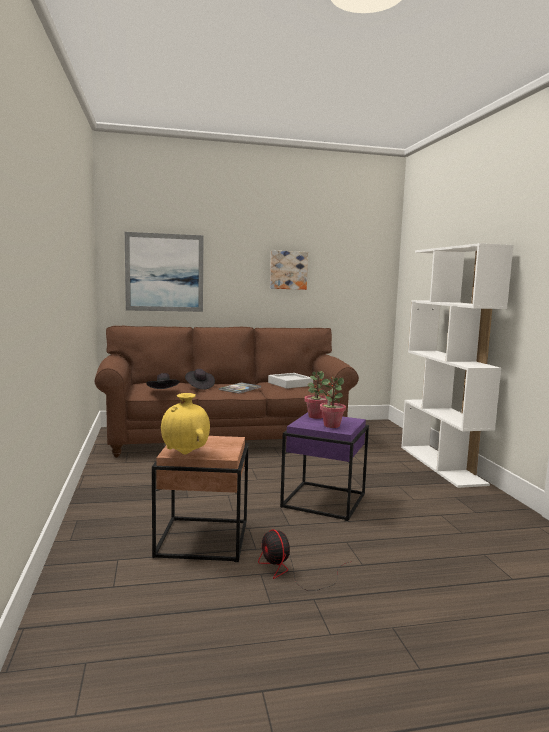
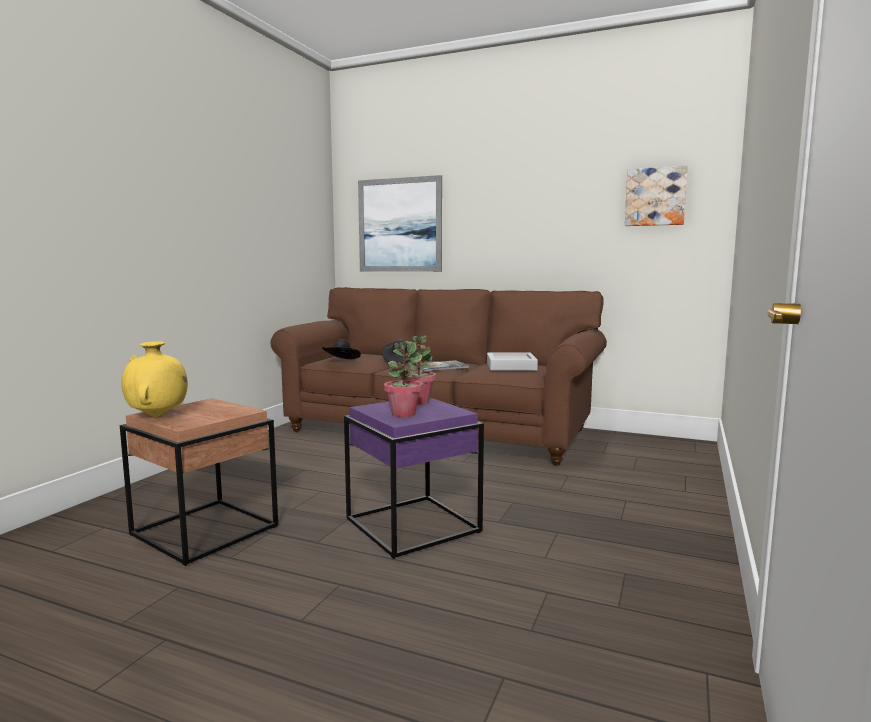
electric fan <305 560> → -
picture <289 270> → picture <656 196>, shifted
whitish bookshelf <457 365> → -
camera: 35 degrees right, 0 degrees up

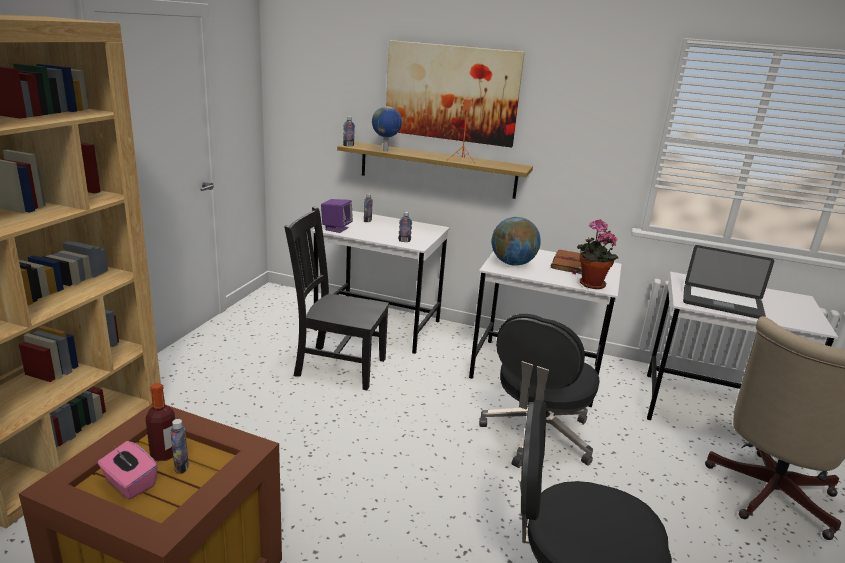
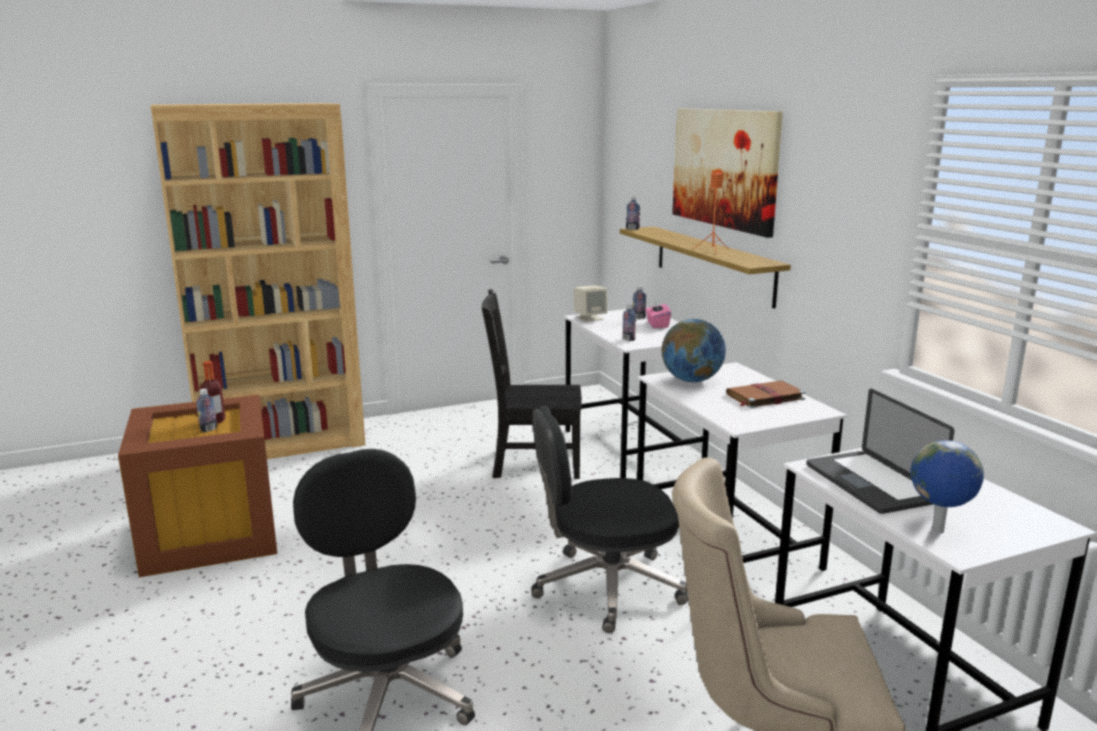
pink-coloured tissue holder <127 470> → pink-coloured tissue holder <658 314>, shifted
black-coloured chair <337 298> → black-coloured chair <531 384>, 60 degrees counterclockwise
purple-coloured loudspeaker <337 216> → sand-coloured loudspeaker <590 303>
desk globe <387 129> → desk globe <947 487>, shifted
plant in a pot <598 254> → -
camera: 50 degrees right, 5 degrees down

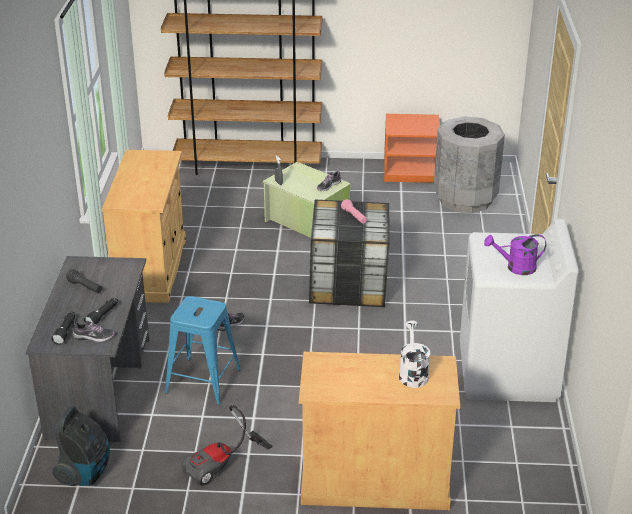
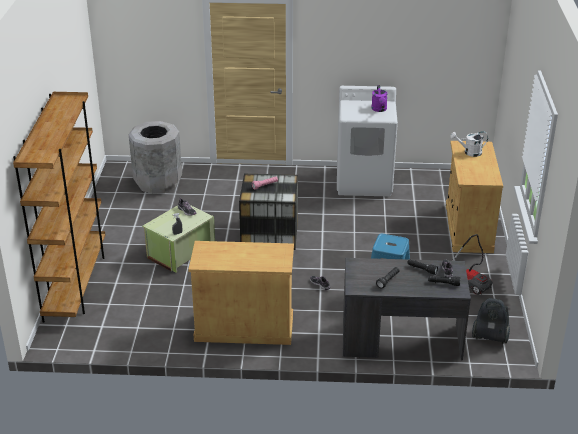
orange nightstand <412 148> → -
camera: 90 degrees left, 0 degrees up

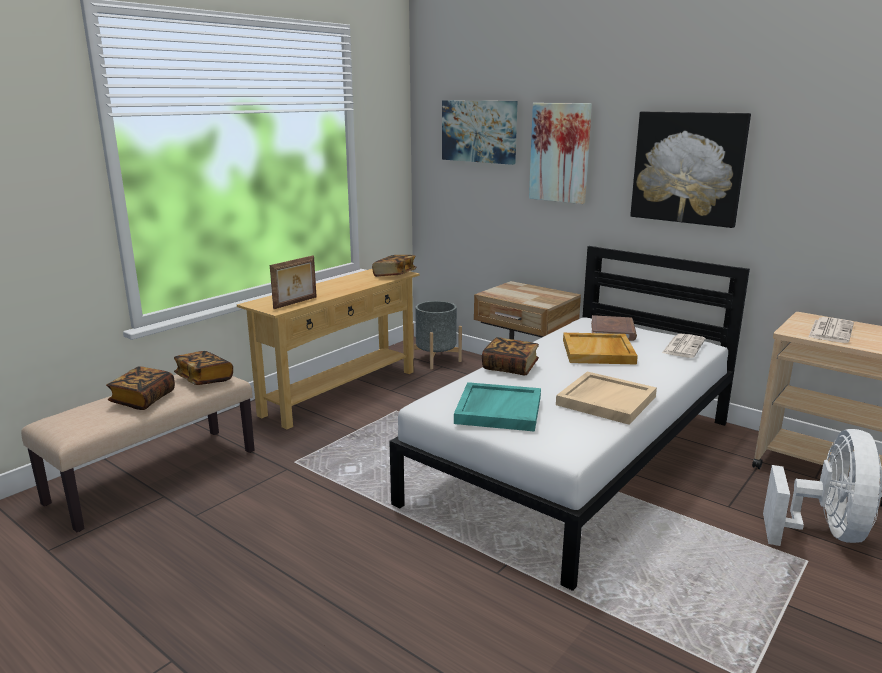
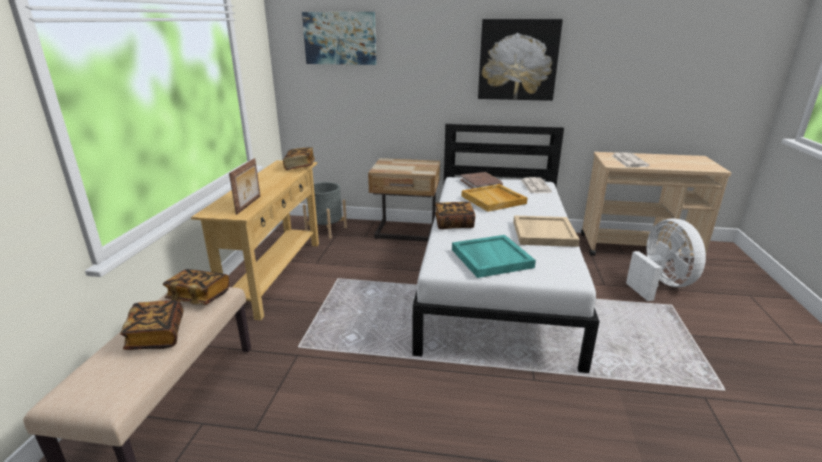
picture <560 153> → -
camera: 30 degrees left, 5 degrees up

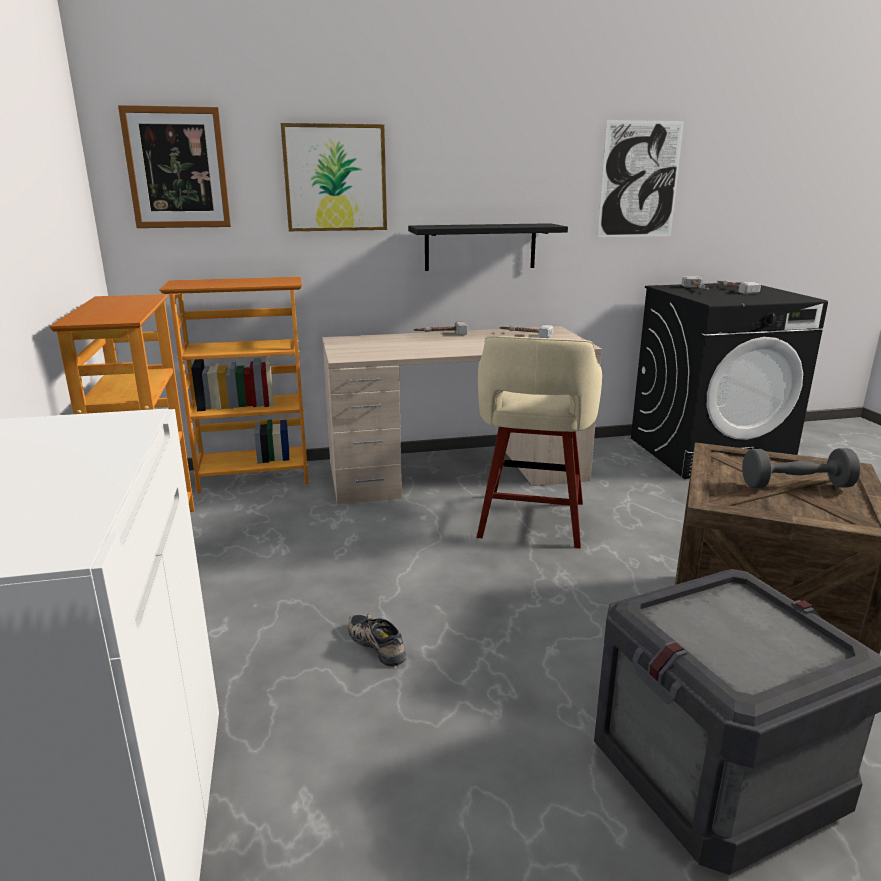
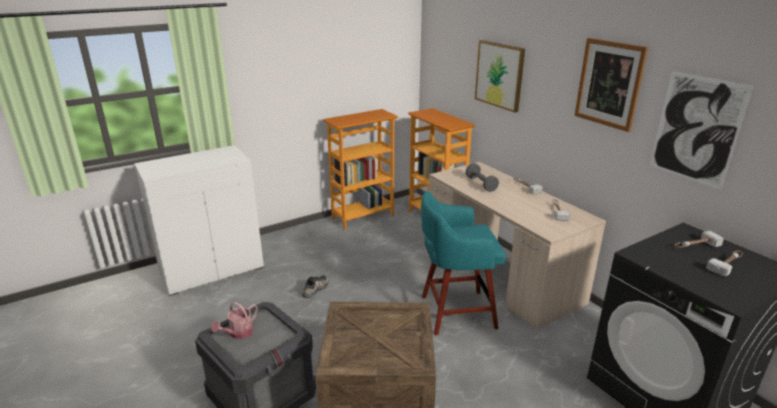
picture <174 166> → picture <611 85>, shifted
black-coloured bracket shelf <488 247> → -
sand-coloured stool <539 442> → turquoise-coloured stool <463 263>
greyish free weight <801 468> → greyish free weight <482 177>, shifted
- → sprinkling can <234 320>
camera: 70 degrees right, 5 degrees up

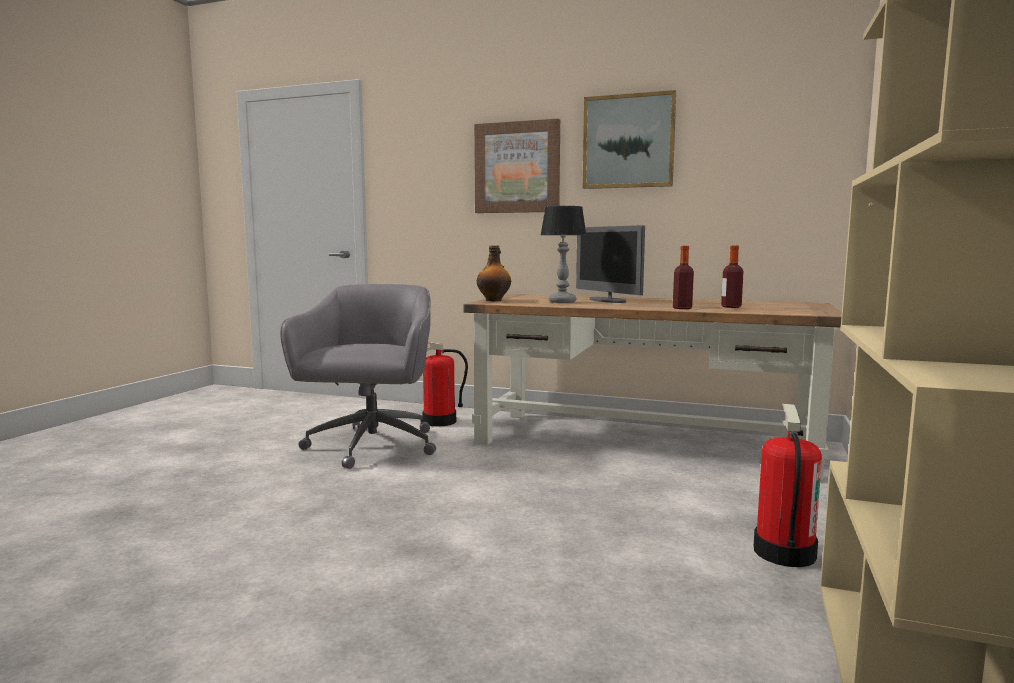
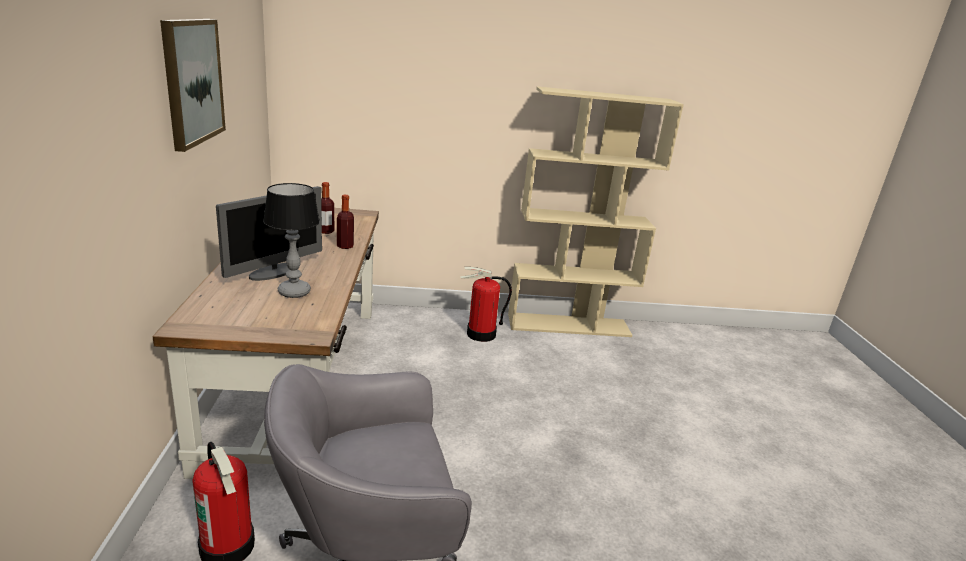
picture <517 166> → -
drink bottle <494 273> → -
camera: 115 degrees left, 15 degrees up

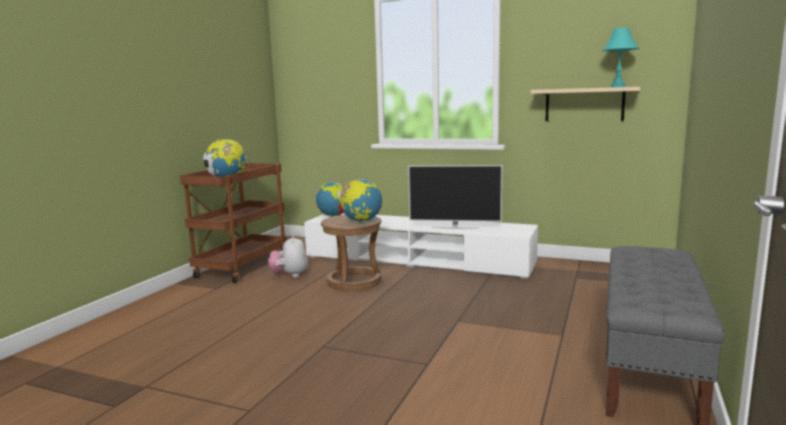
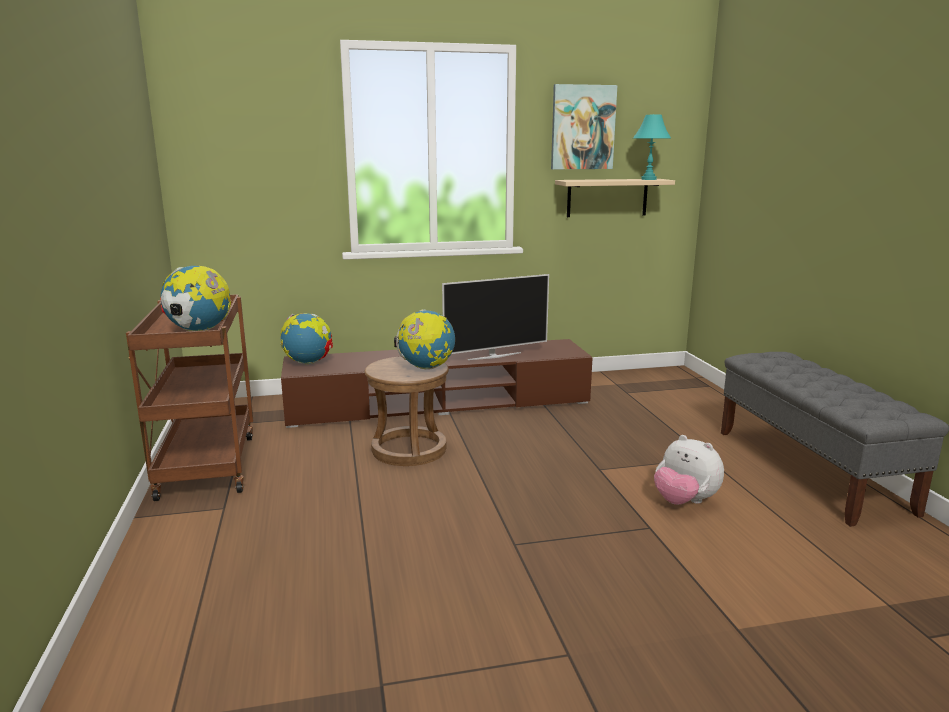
soft toy <288 256> → soft toy <689 470>, shifted
whitish tv stand <421 246> → brownish tv stand <437 383>
- → picture <584 126>
camera: 35 degrees left, 5 degrees up

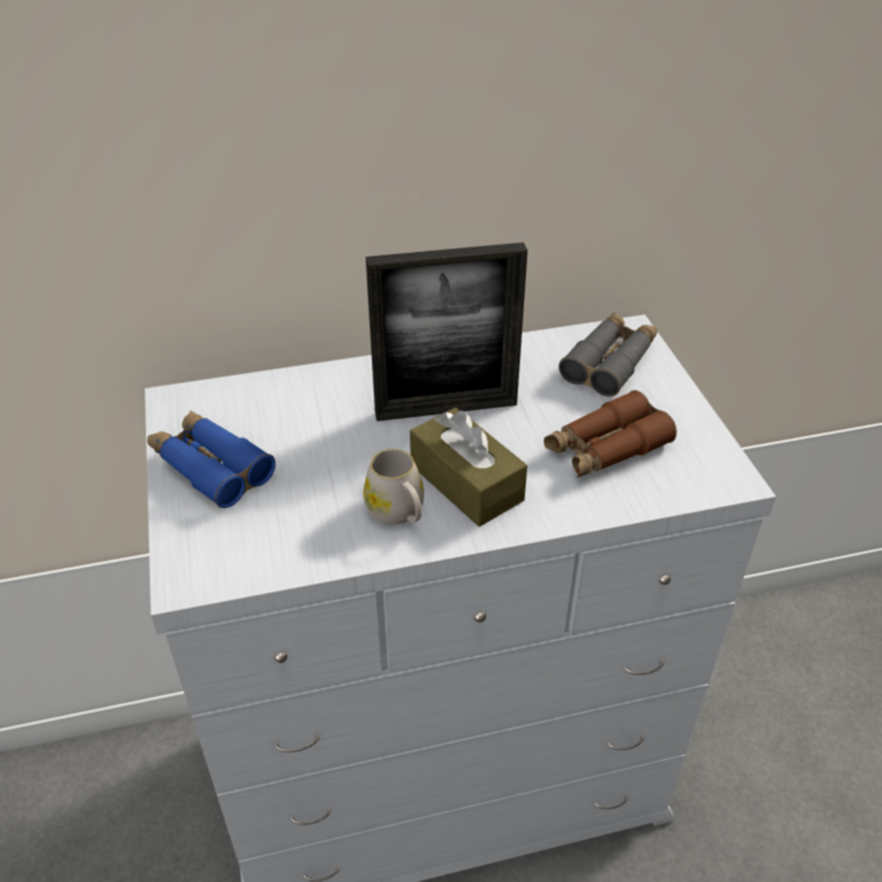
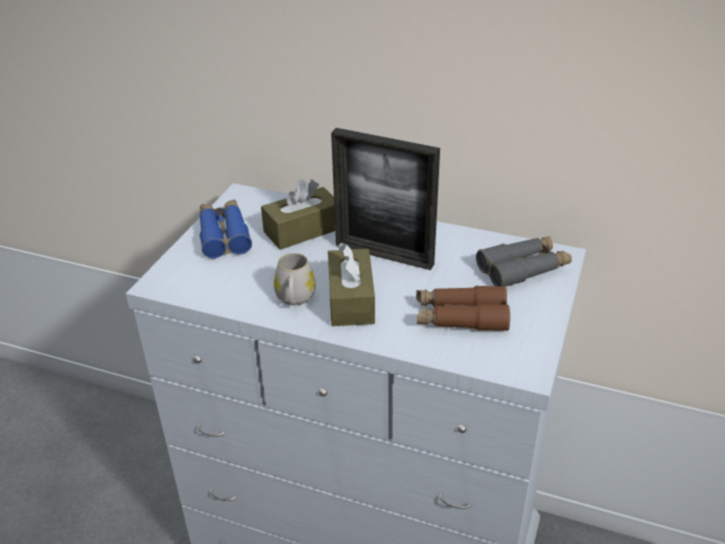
- → brownish tissue holder <298 214>
camera: 35 degrees right, 5 degrees down

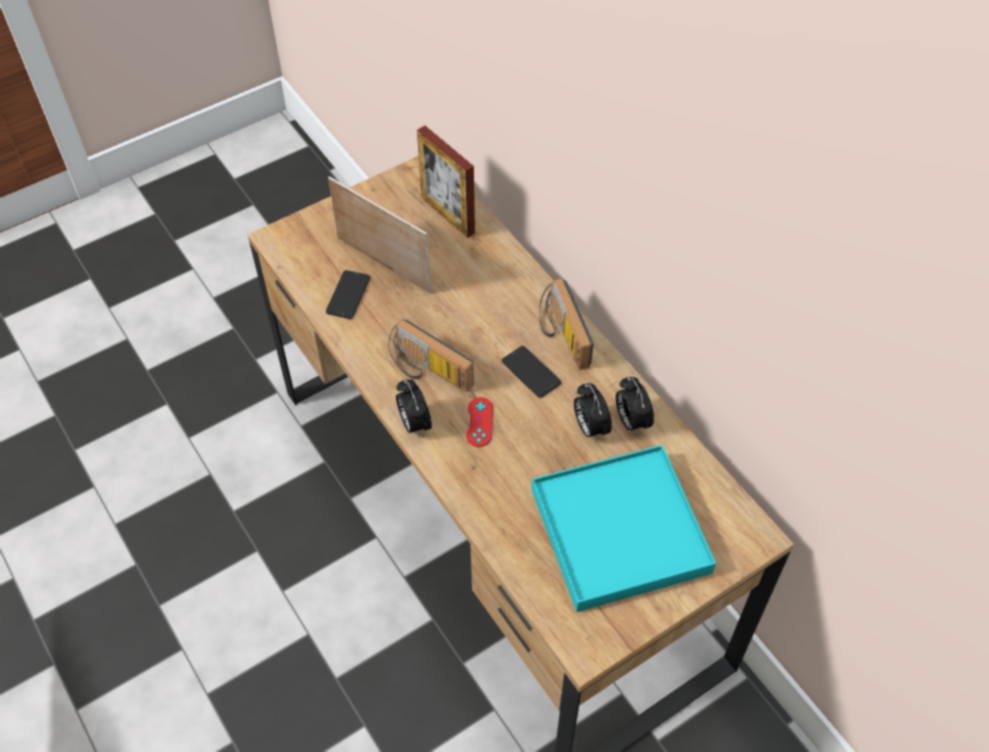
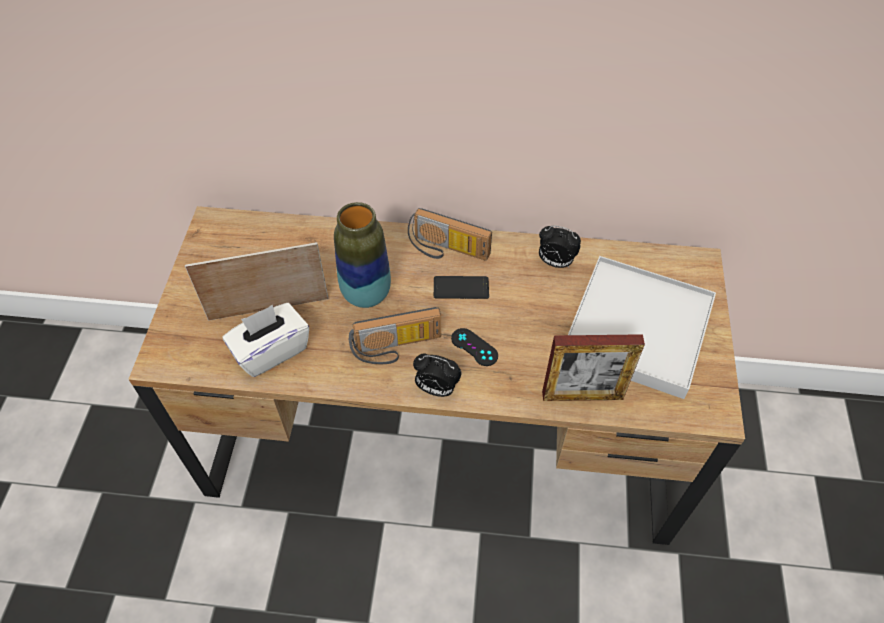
phone <348 294> → whitish tissue holder <266 340>
photo frame <446 182> → photo frame <593 367>, shifted
red game controller <479 422> → black-coloured game controller <474 347>
turquoise-coloured serving tray <624 528> → whitish serving tray <642 327>
table clock <593 412> → -
- → decorative vase <362 255>
camera: 50 degrees left, 0 degrees up

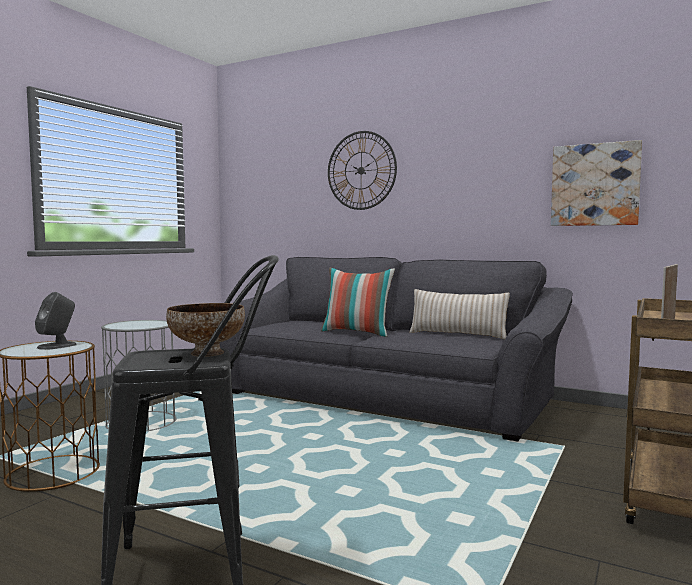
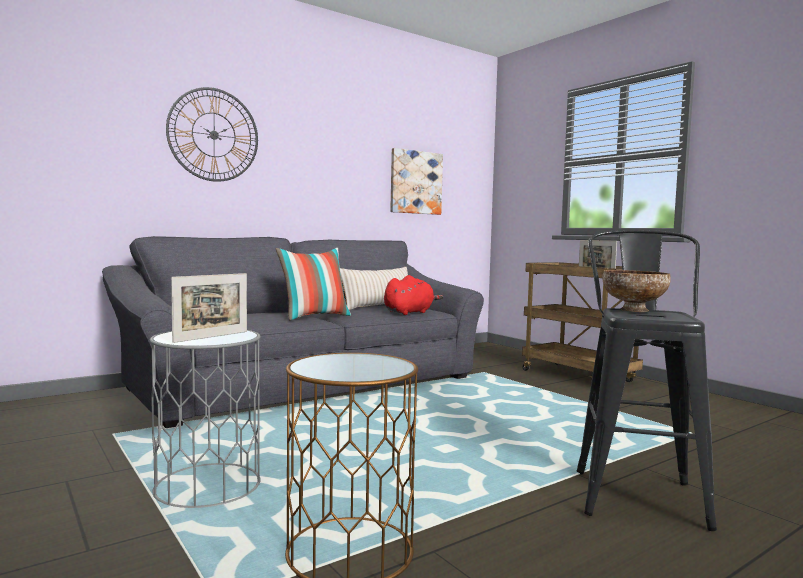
greyish loudspeaker <56 321> → -
- → photo frame <209 308>
- → red soft toy <413 295>
camera: 65 degrees left, 0 degrees up

